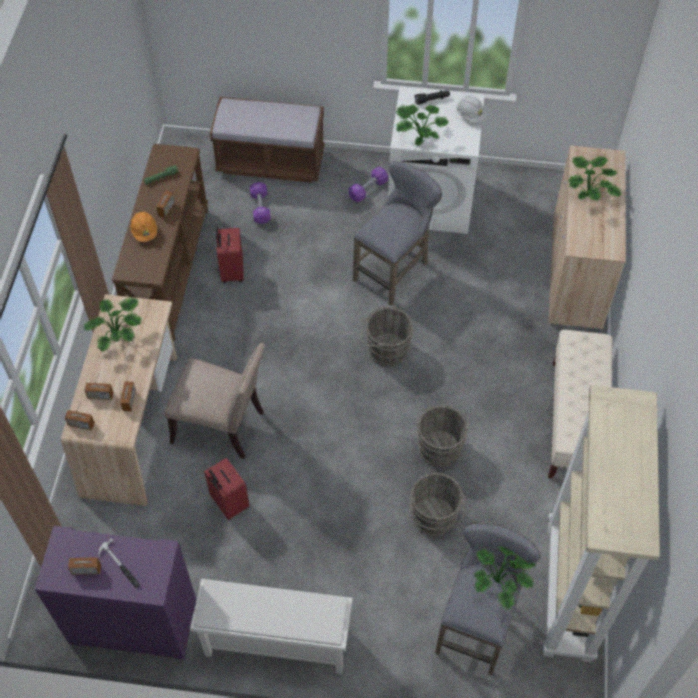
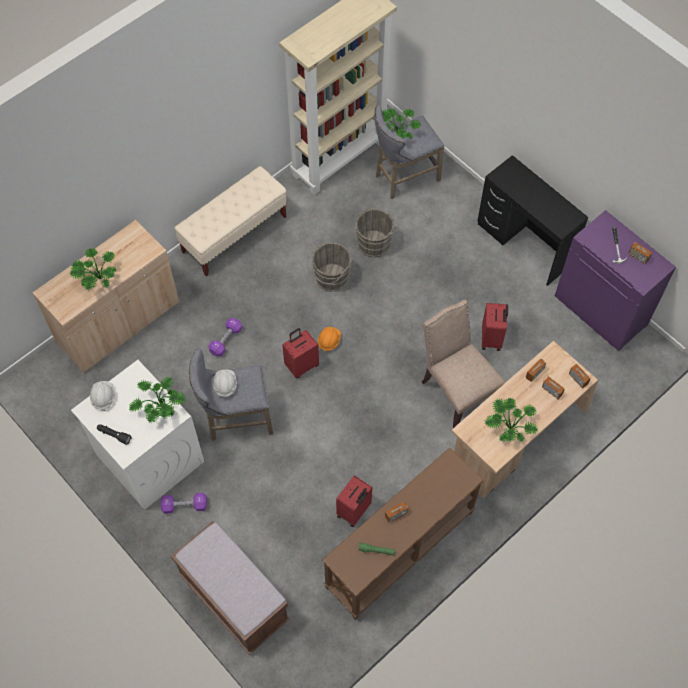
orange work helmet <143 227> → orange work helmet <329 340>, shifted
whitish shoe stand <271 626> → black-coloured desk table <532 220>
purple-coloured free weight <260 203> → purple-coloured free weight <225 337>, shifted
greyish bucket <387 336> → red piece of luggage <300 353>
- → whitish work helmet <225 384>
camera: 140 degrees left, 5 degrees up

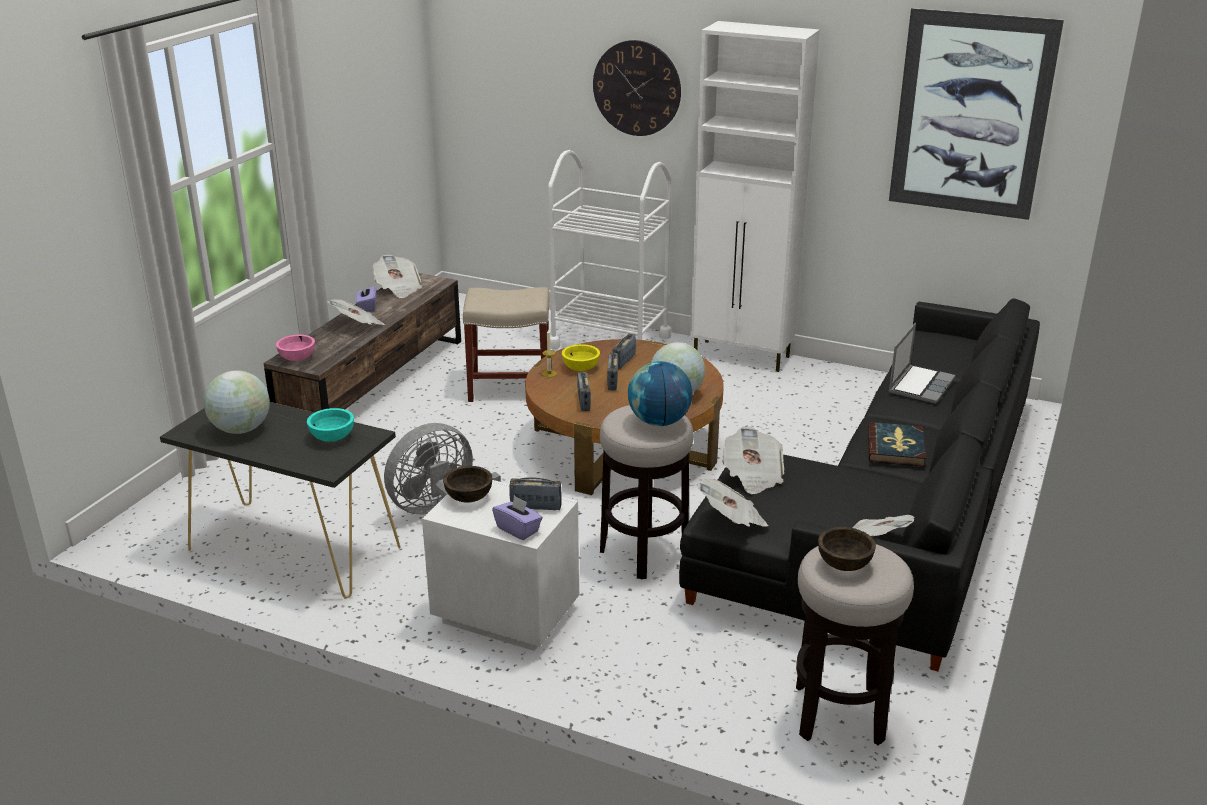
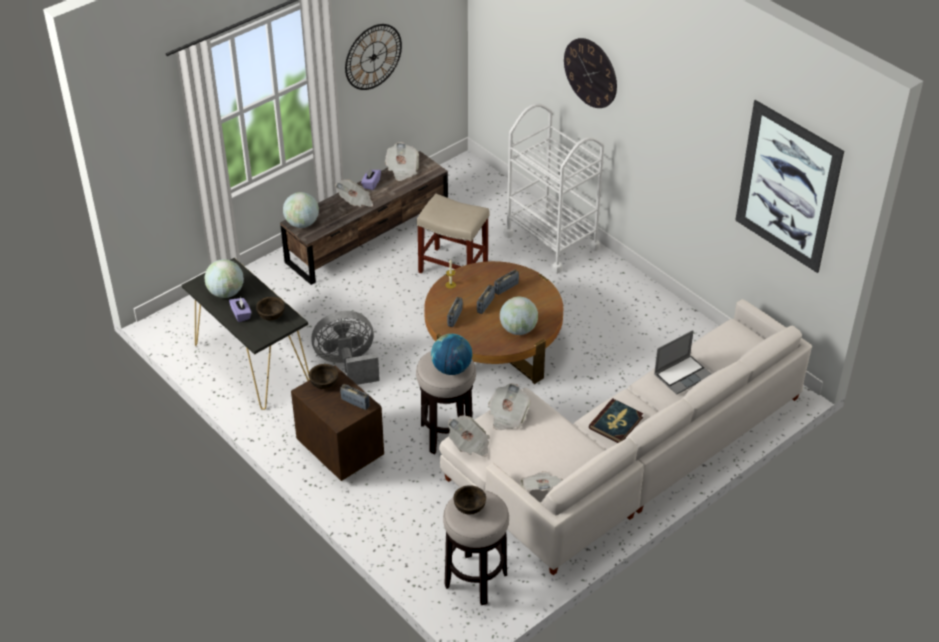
pink-coloured serving bowl <295 348> → desk globe <301 210>
turquoise-coloured serving bowl <330 425> → brownish serving bowl <270 308>
whitish nightstand <500 565> → brownish nightstand <337 423>
purple-coloured tissue holder <517 517> → purple-coloured tissue holder <240 309>, shifted
yellow-coloured serving bowl <581 357> → -
black-coloured couch <859 485> → whitish couch <625 437>
whitish storage cabinet <755 196> → -
- → hanging clock <373 57>
camera: 25 degrees right, 15 degrees up

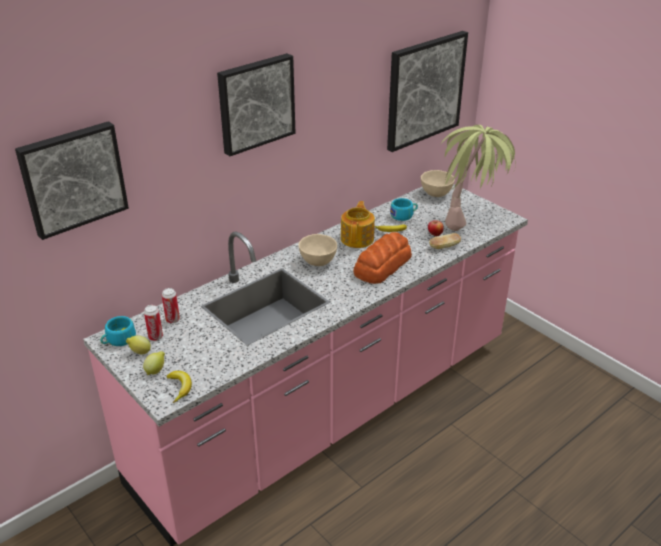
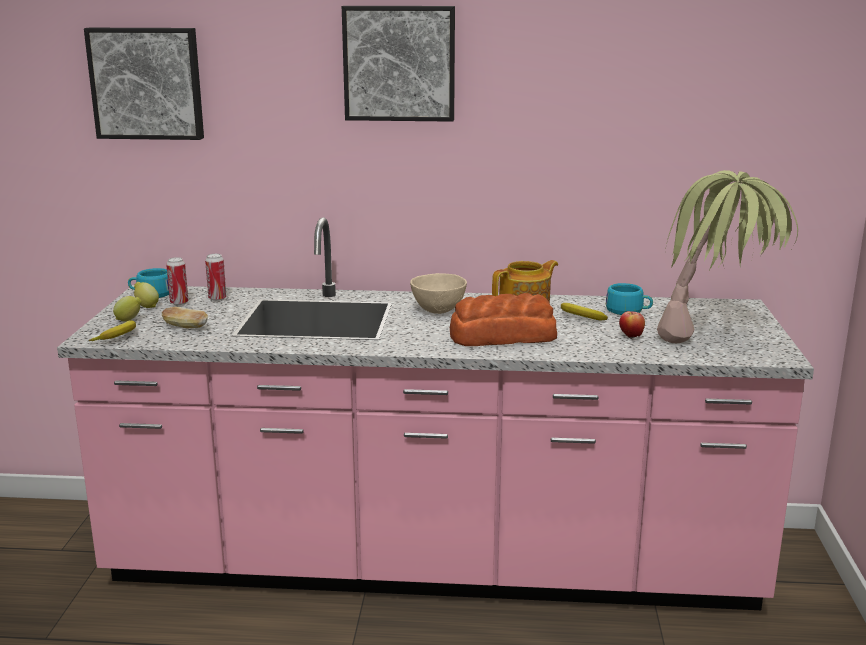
picture <427 91> → -
sand-coloured serving bowl <438 183> → -
baked bread <445 241> → baked bread <185 318>, shifted
camera: 45 degrees right, 15 degrees down

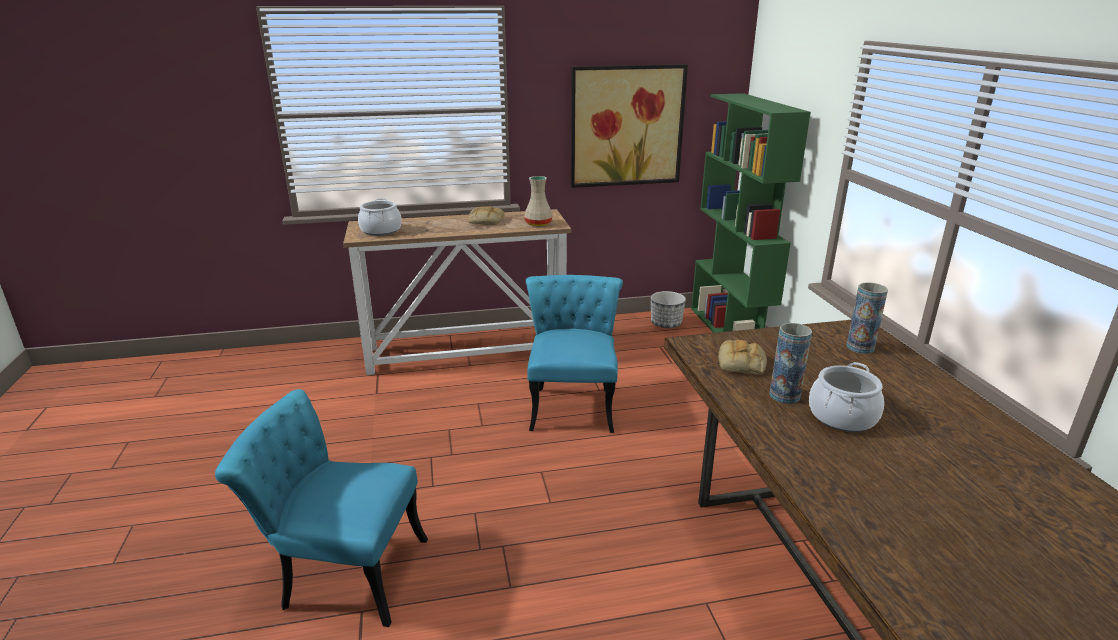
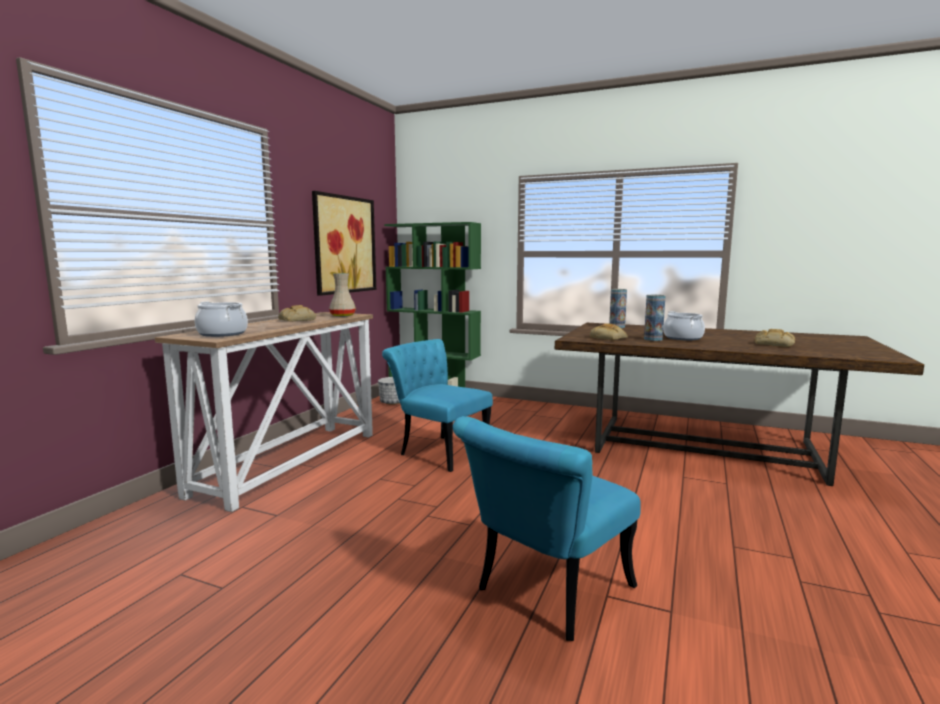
- → baked bread <775 338>
camera: 55 degrees left, 15 degrees down

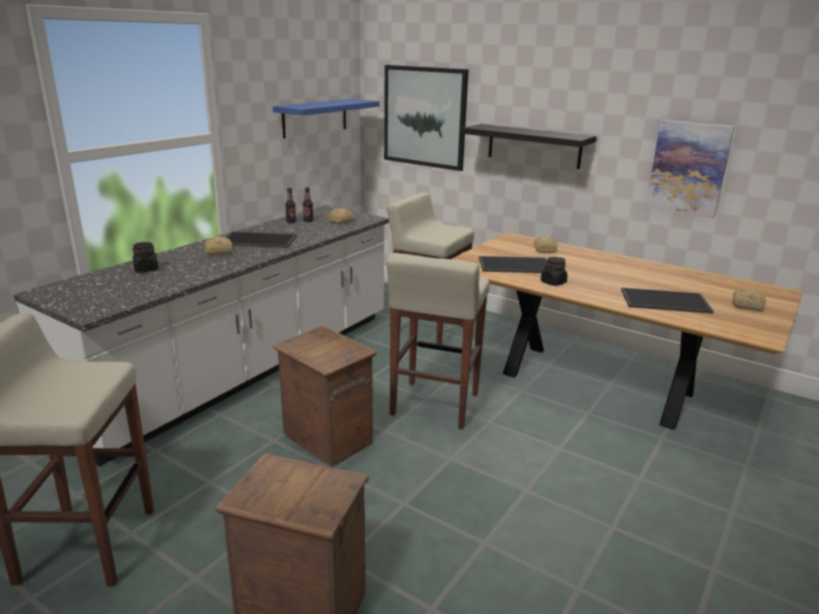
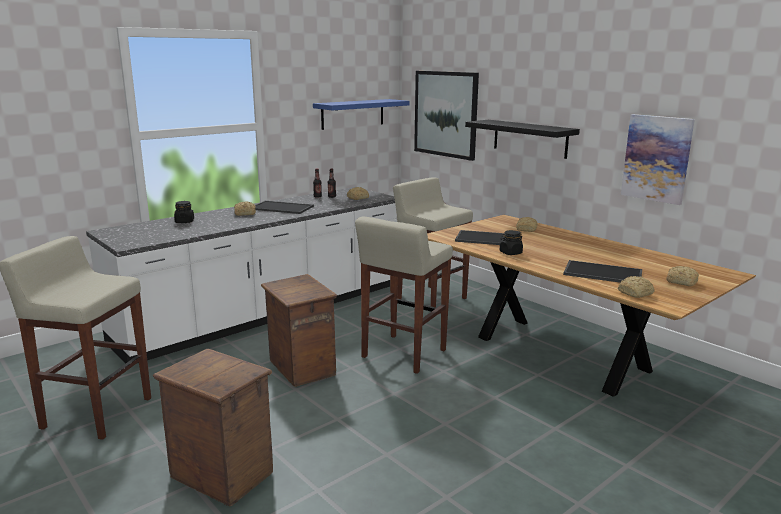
- → baked bread <636 287>
camera: 15 degrees right, 5 degrees down

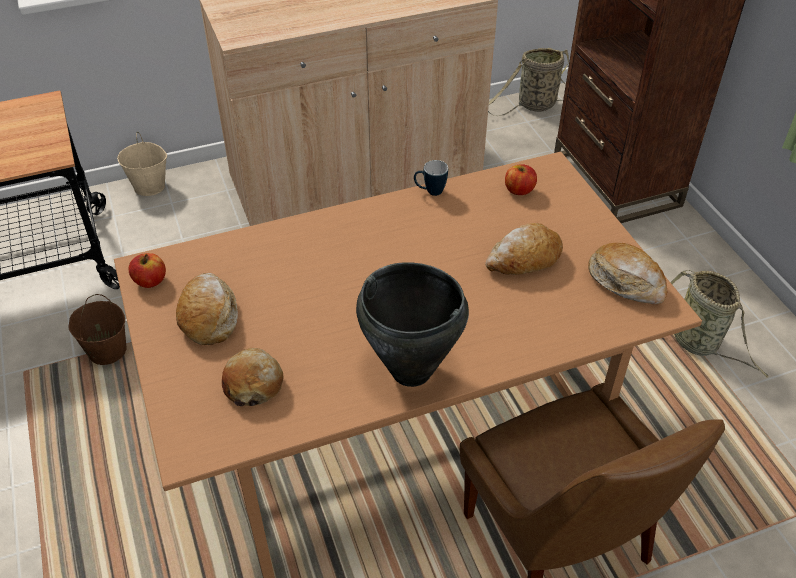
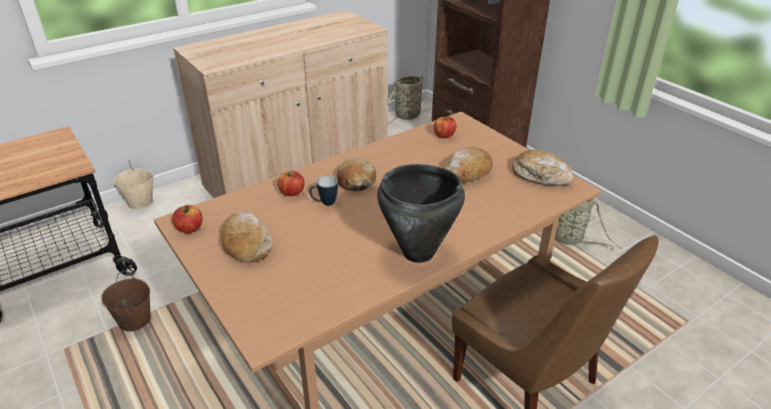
baked bread <252 377> → baked bread <356 174>, shifted
coffee mug <431 178> → coffee mug <324 190>, shifted
- → whole apple <291 183>
camera: 15 degrees left, 10 degrees down

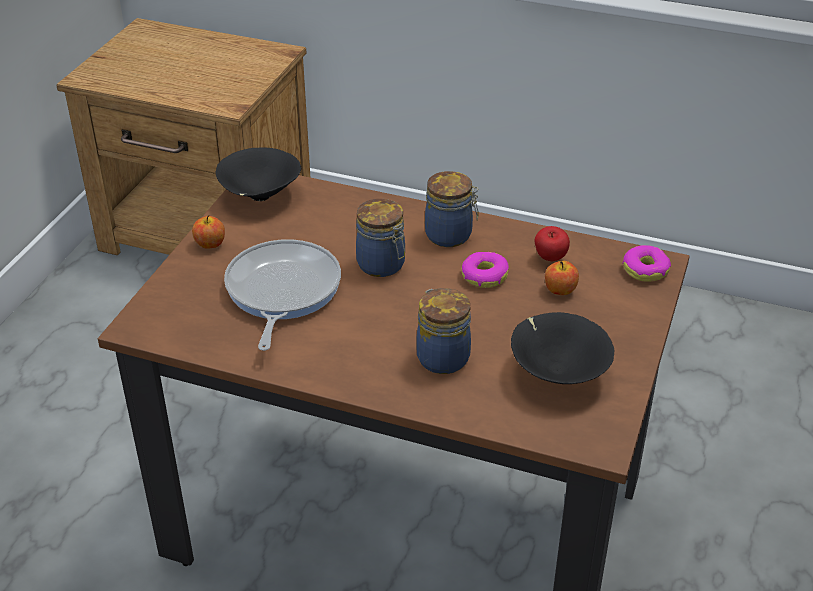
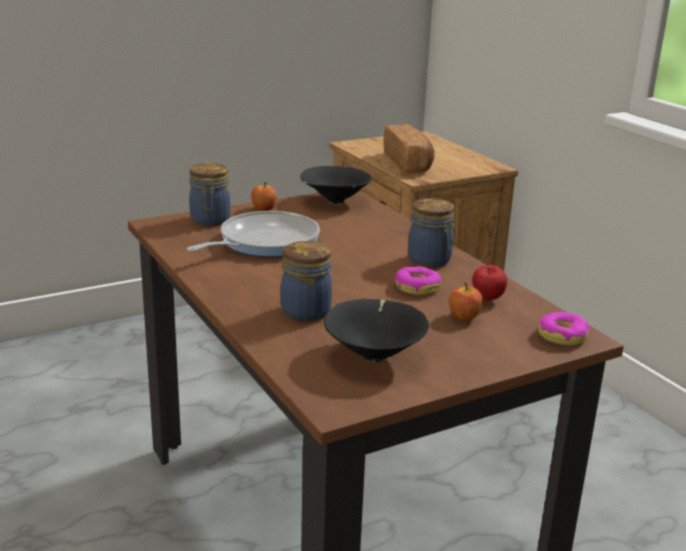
storage jar <380 238> → storage jar <210 194>, shifted
- → baked bread <409 148>
camera: 40 degrees right, 15 degrees down

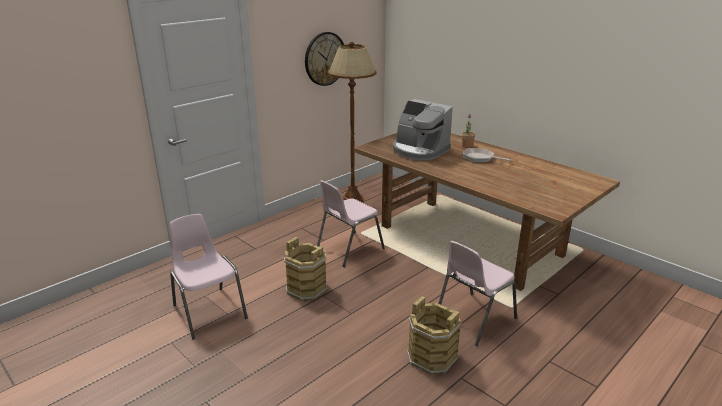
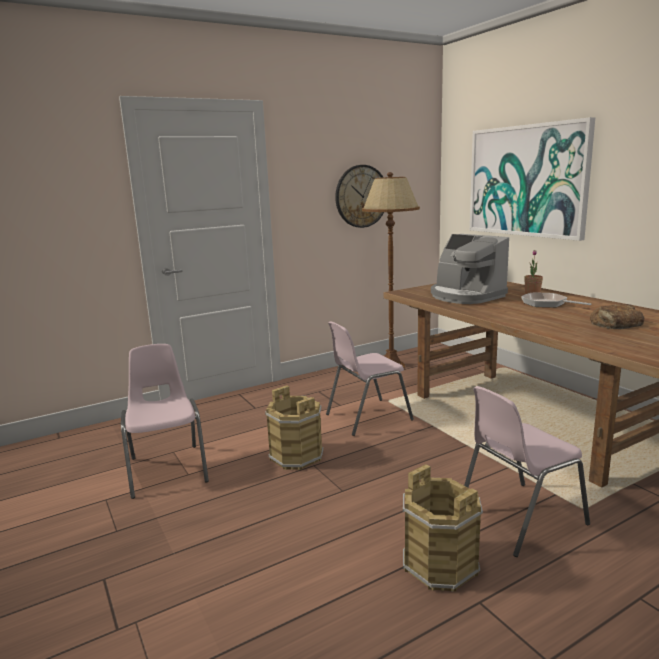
- → picture <532 179>
- → baked bread <617 316>
camera: 15 degrees right, 10 degrees down

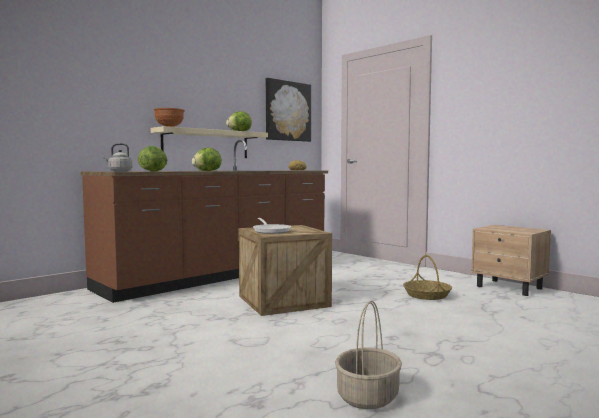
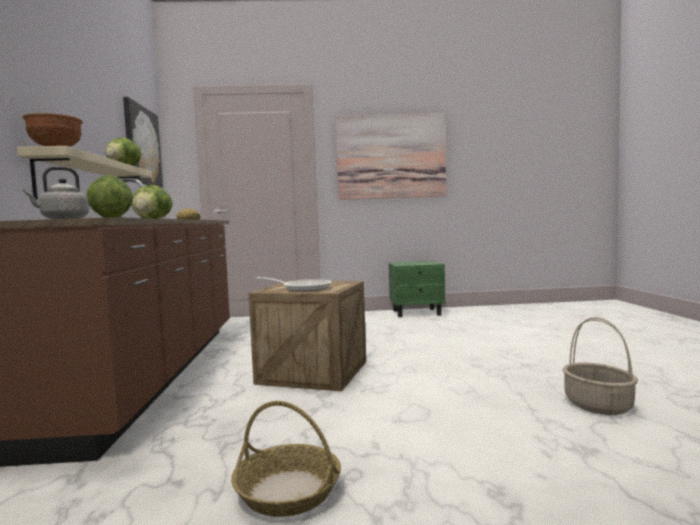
storage basket <427 277> → storage basket <286 459>, shifted
sand-coloured nightstand <511 260> → green nightstand <417 289>
- → picture <391 156>
camera: 50 degrees left, 0 degrees up

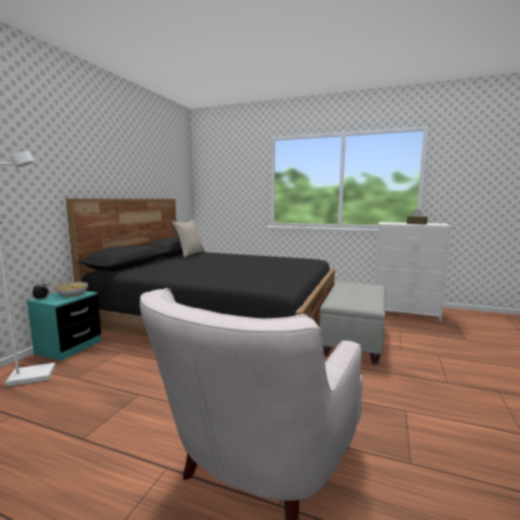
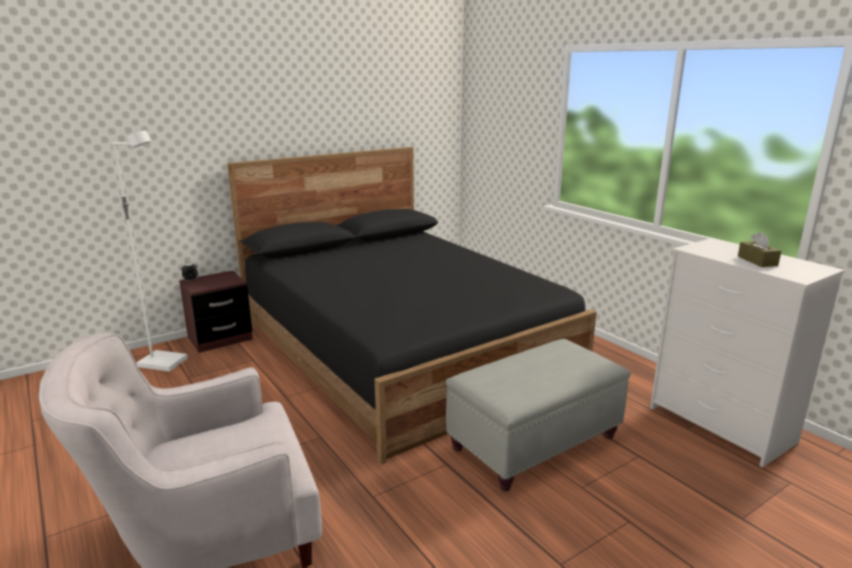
turquoise-coloured nightstand <64 326> → brownish nightstand <216 312>
serving bowl <71 289> → -
sand-coloured cushion <188 238> → -
camera: 35 degrees right, 10 degrees up

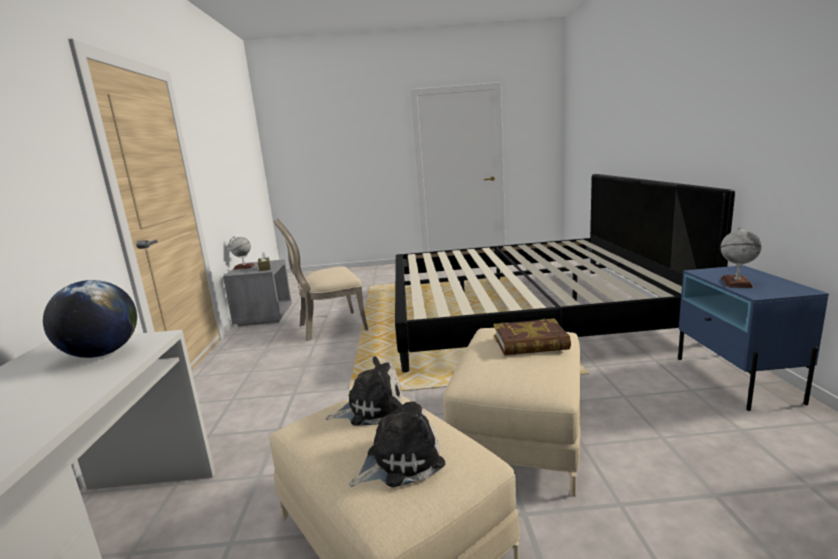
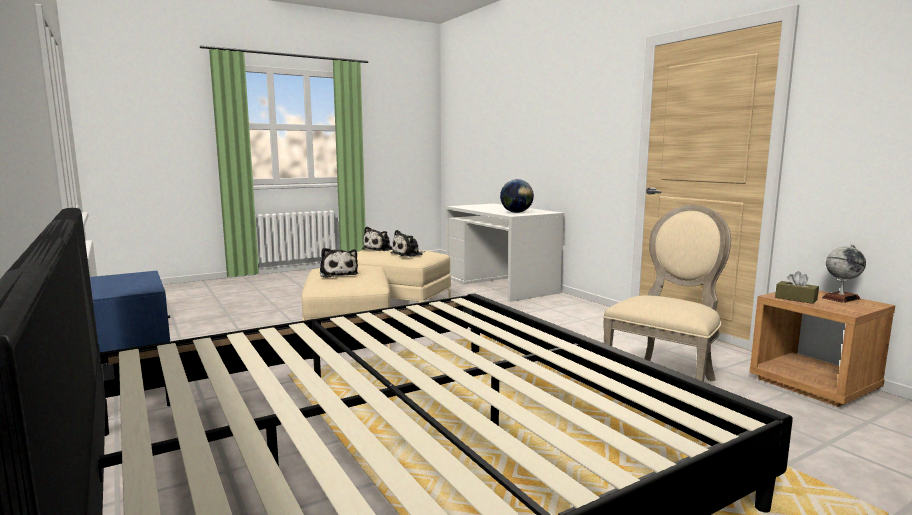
greyish nightstand <257 292> → brownish nightstand <822 349>
book <532 337> → soft toy <339 263>
desk globe <741 257> → -
camera: 150 degrees right, 5 degrees down

